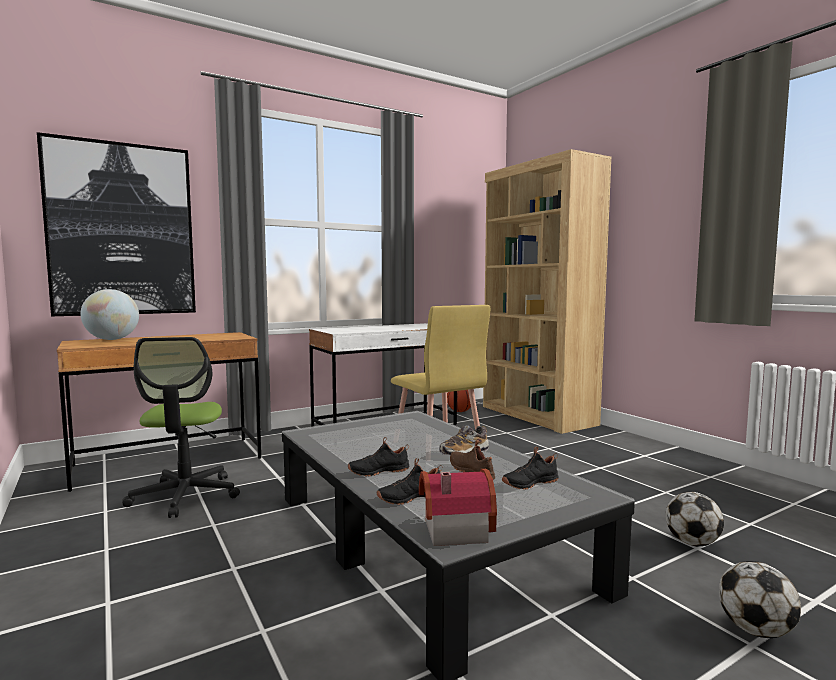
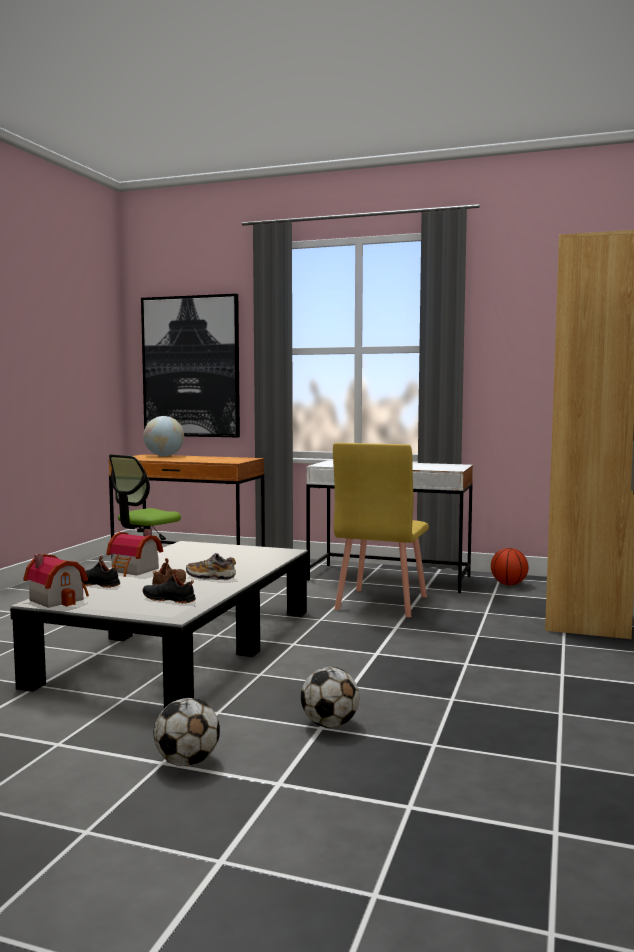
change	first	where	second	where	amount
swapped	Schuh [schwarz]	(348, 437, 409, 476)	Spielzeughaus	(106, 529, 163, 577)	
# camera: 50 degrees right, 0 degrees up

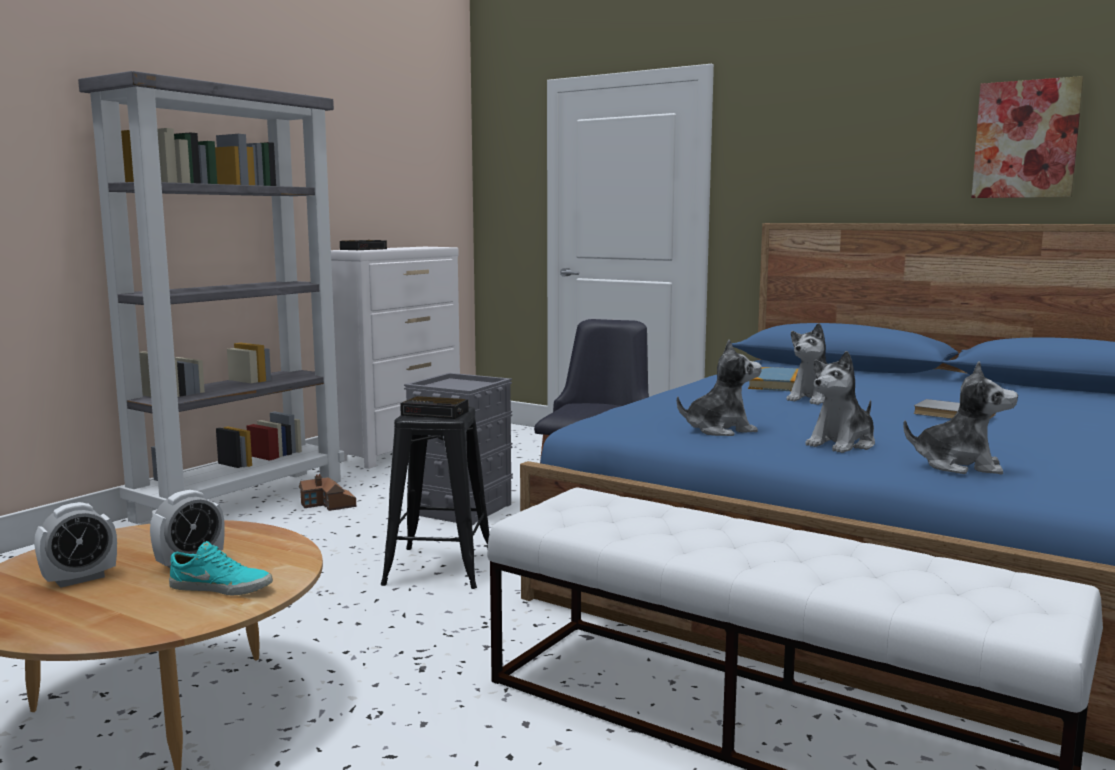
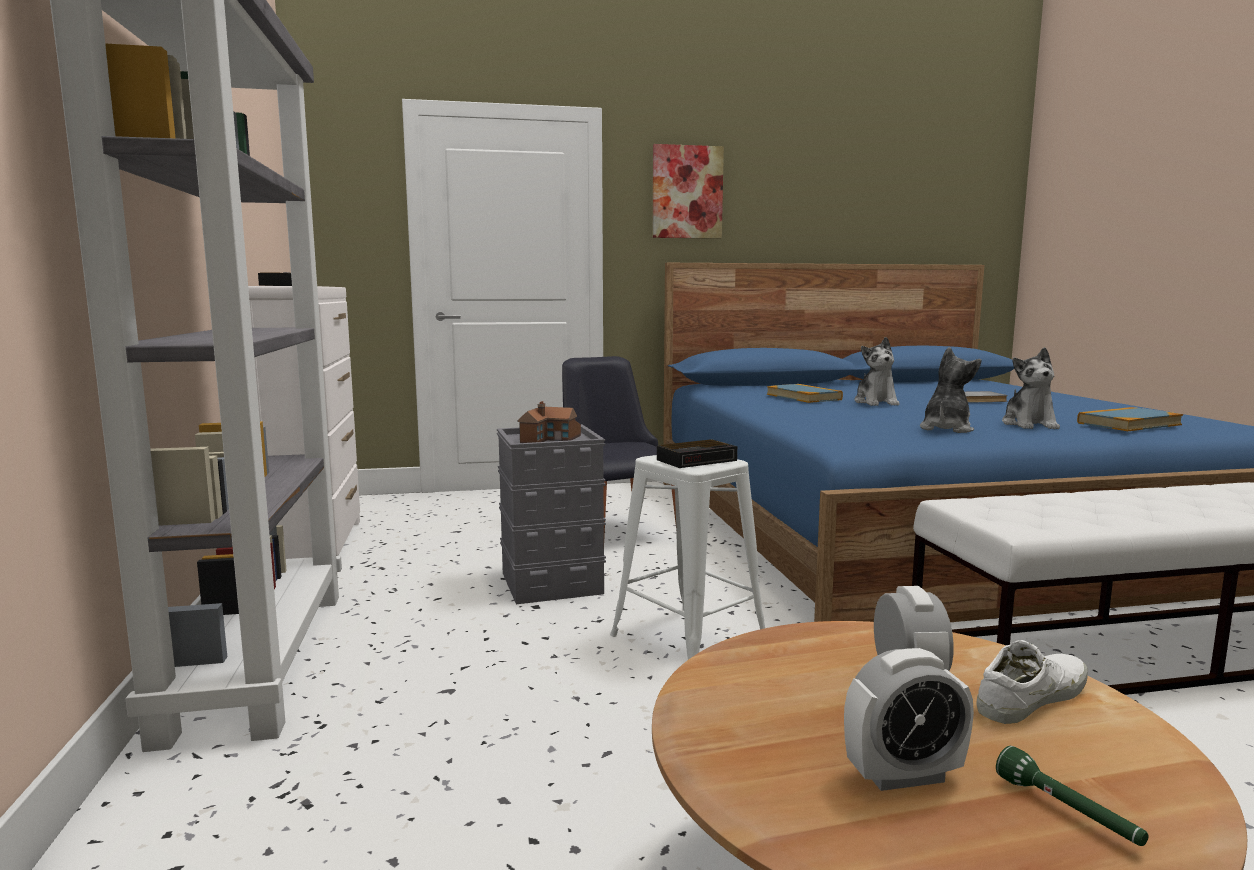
change	first	where	second	where	amount
new			Taschenlampe [grün]	(996, 746, 1148, 846)	
shifted	Spielzeughaus	(299, 474, 356, 511)		(517, 401, 581, 443)	
shifted	Bild	(971, 76, 1084, 198)		(653, 144, 724, 239)	
swapped	Plüschtier	(903, 361, 1018, 475)	Buch	(1077, 407, 1183, 431)	
repainted	Schuh [türkis]	(169, 541, 273, 595)	Schuh [weiß]	(977, 640, 1088, 724)	
repainted	Hocker [schwarz]	(380, 406, 489, 589)	Hocker [weiß]	(610, 455, 765, 660)	
rotated	Wecker	(34, 502, 117, 588)		(844, 648, 974, 791)	75 degrees clockwise
# camera: 45 degrees left, 0 degrees up

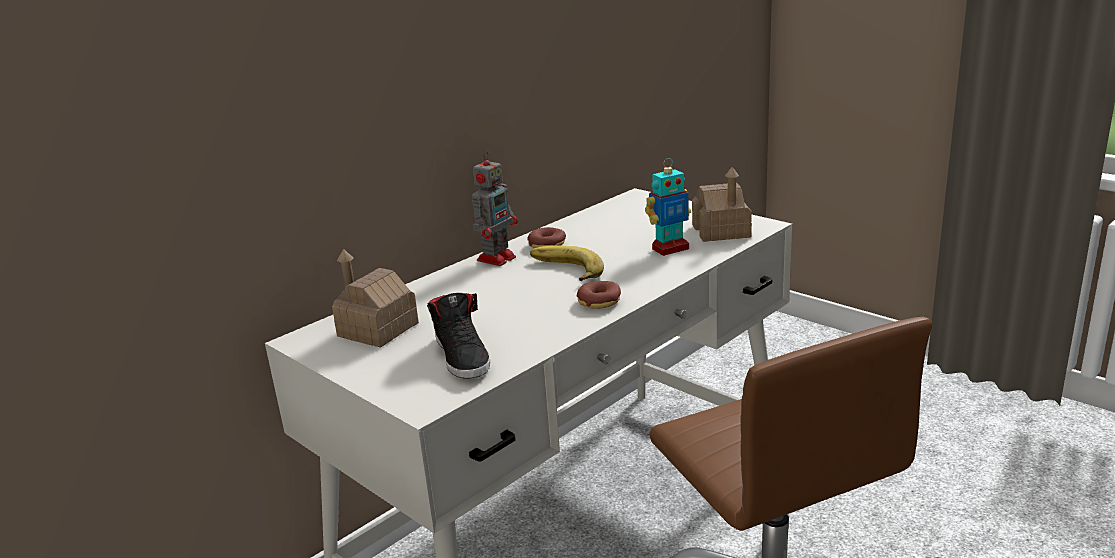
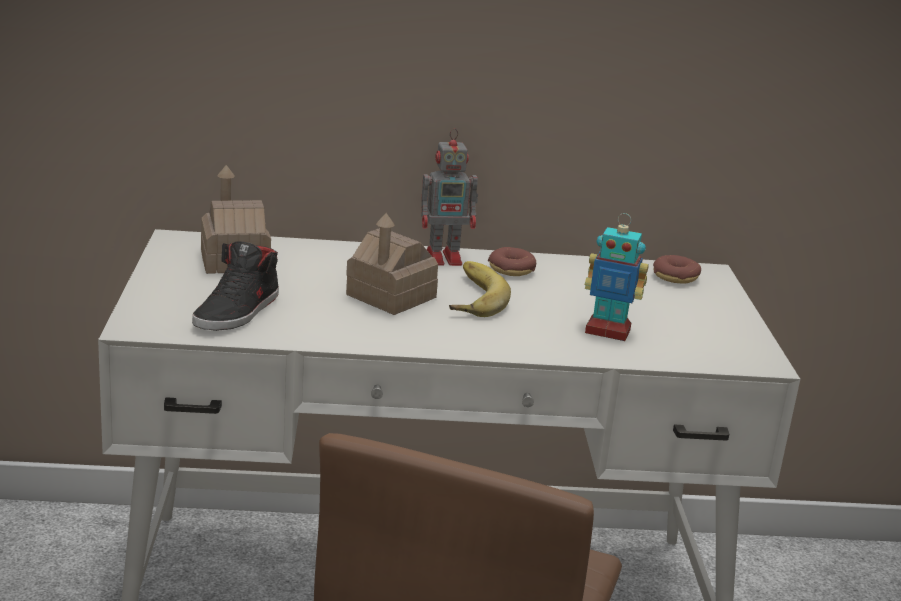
change	first	where	second	where	amount
shifted	Donut	(577, 281, 621, 309)		(653, 255, 701, 284)	
shifted	Spielzeughaus	(692, 167, 752, 242)		(346, 213, 438, 315)	
# camera: 40 degrees right, 0 degrees up

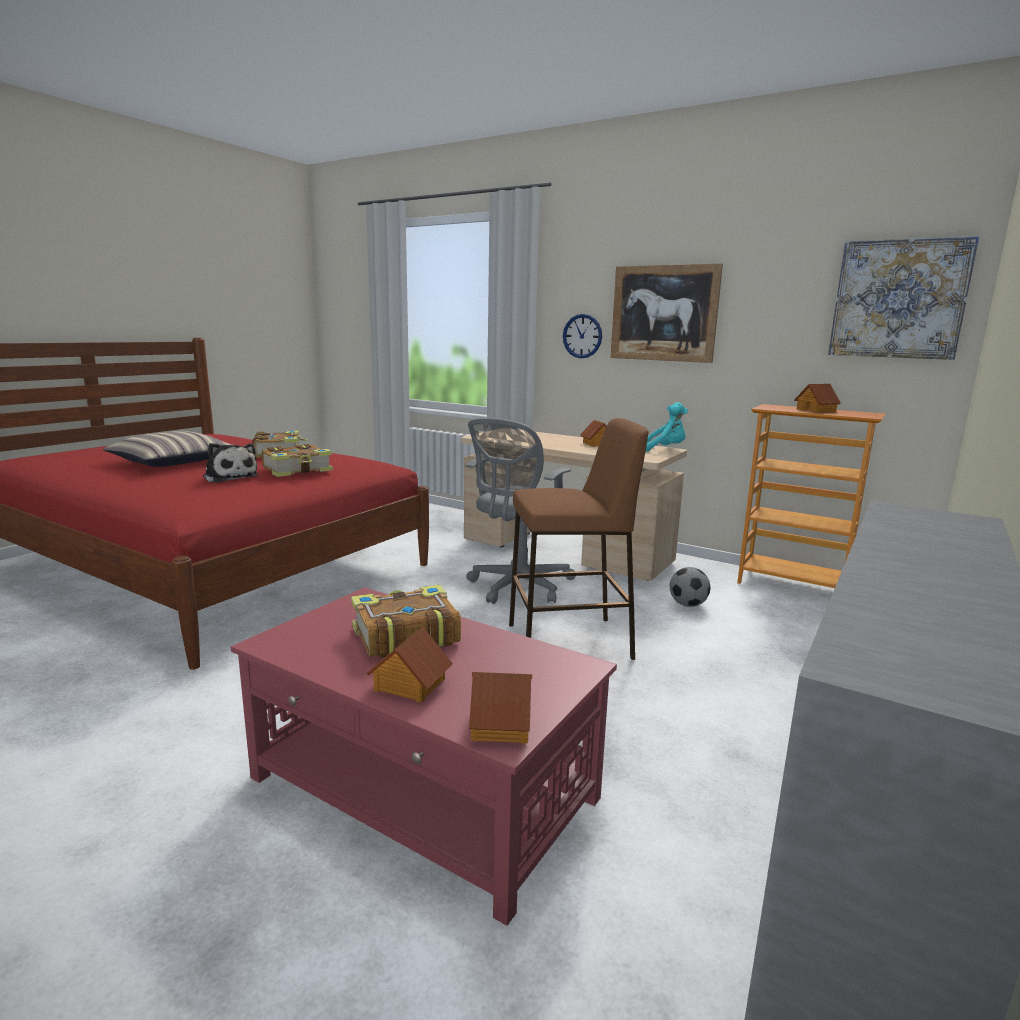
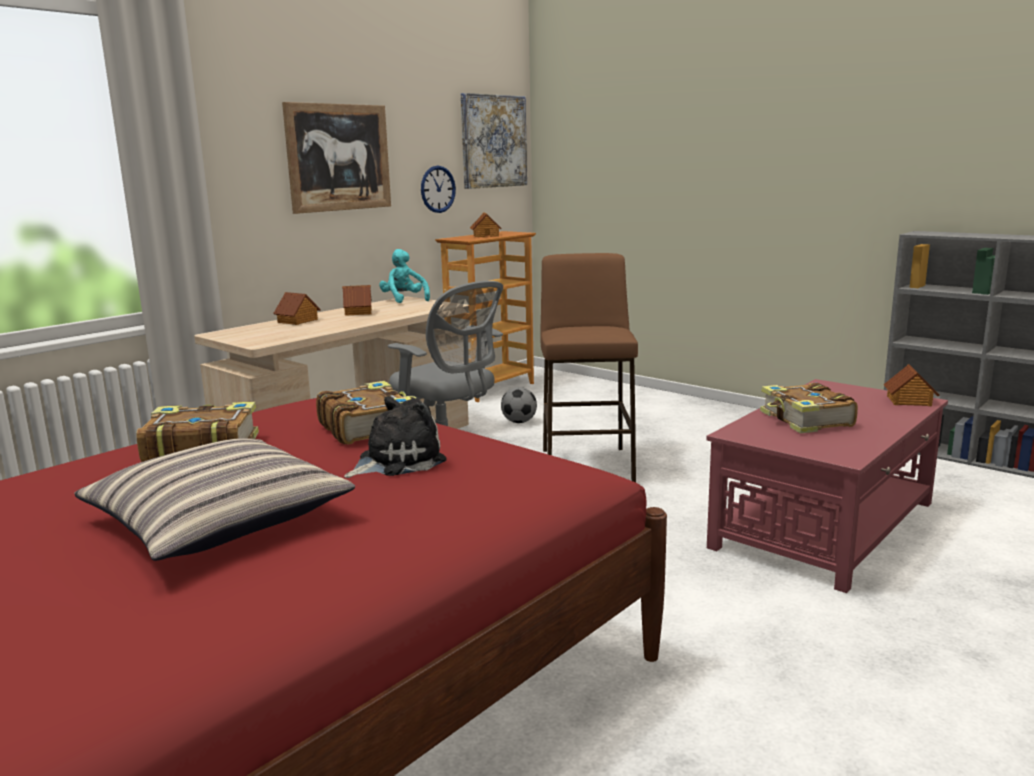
change	first	where	second	where	amount
shifted	Spielzeughaus	(367, 627, 453, 703)		(273, 292, 321, 325)	
shifted	Wanduhr	(563, 314, 602, 358)		(421, 166, 456, 213)	
rotated	Plüschtier [türkis]	(646, 402, 688, 452)		(379, 249, 430, 303)	45 degrees counterclockwise
# camera: 80 degrees left, 0 degrees up

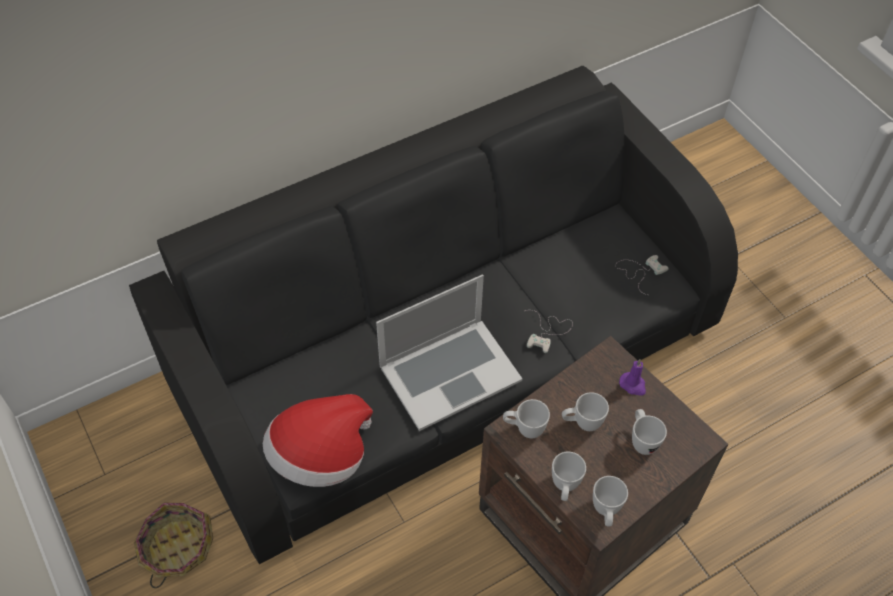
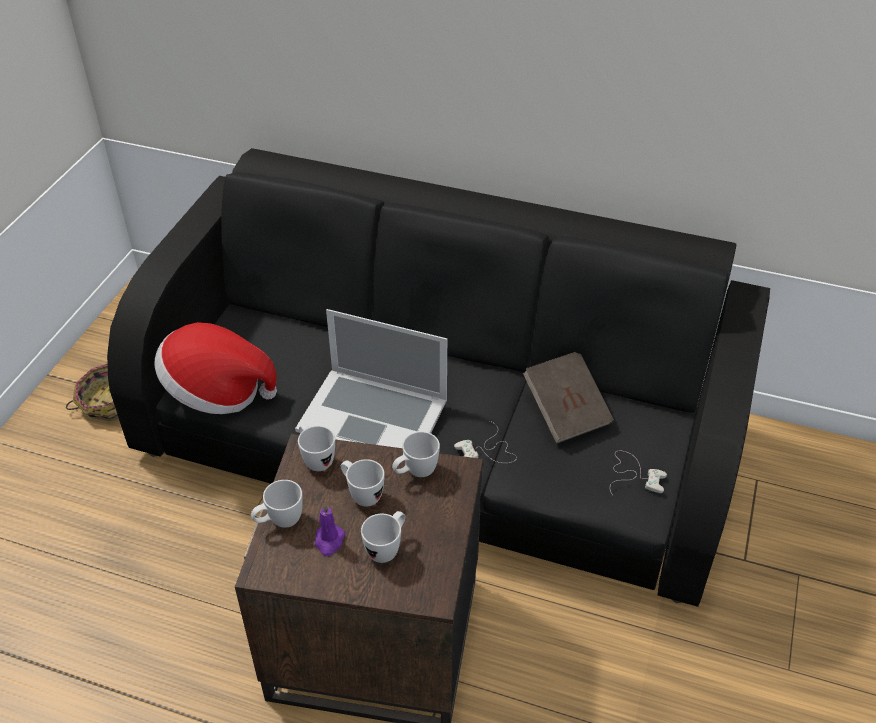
change	first	where	second	where	amount
new			Buch [braun]	(523, 352, 614, 444)	
shifted	Henkelbecher [weiß]	(593, 476, 628, 526)		(392, 431, 440, 477)	
shifted	Kerze [lila]	(619, 359, 646, 396)		(315, 504, 345, 556)	
# camera: 50 degrees right, 10 degrees down

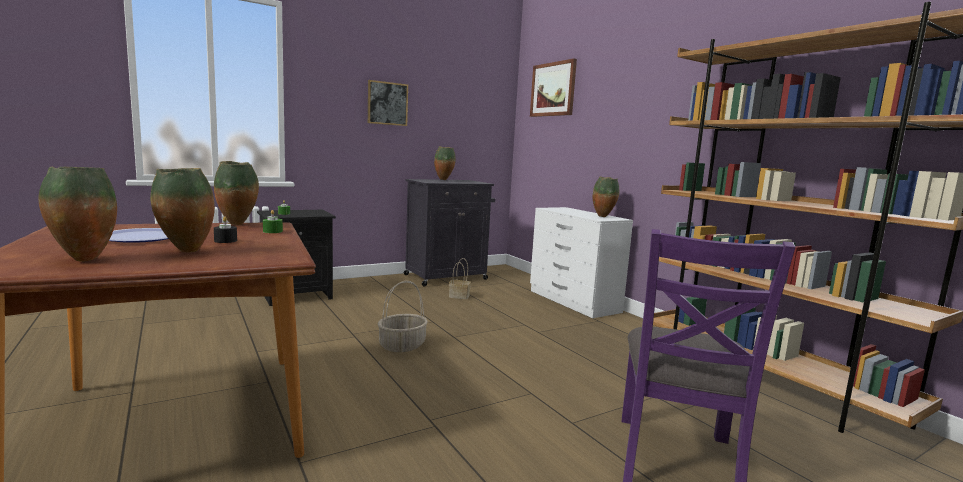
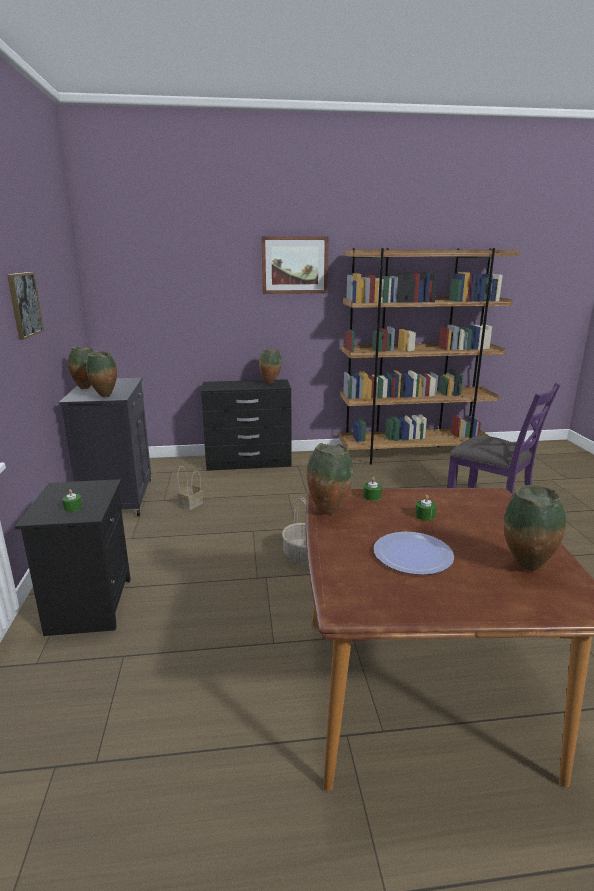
change	first	where	second	where	amount
shifted	Vase	(150, 168, 215, 252)		(86, 351, 117, 397)	
shifted	Bild	(530, 59, 577, 117)		(261, 236, 329, 294)	
repainted	Kerze [schwarz]	(214, 217, 237, 243)	Kerze [grün]	(415, 495, 436, 521)	
repainted	Kommode [weiß]	(530, 207, 633, 318)	Kommode [schwarz]	(201, 379, 292, 470)	
# camera: 65 degrees left, 10 degrees up

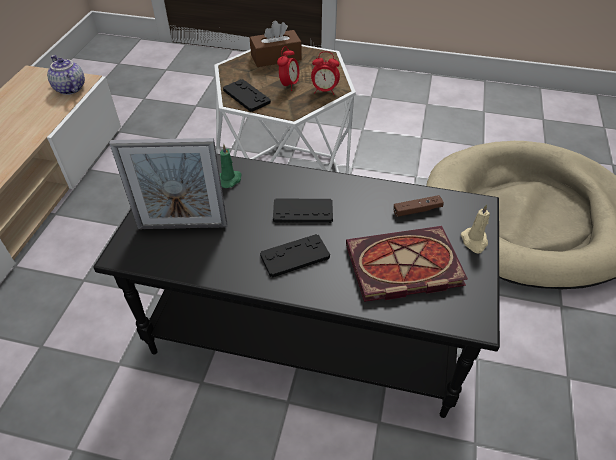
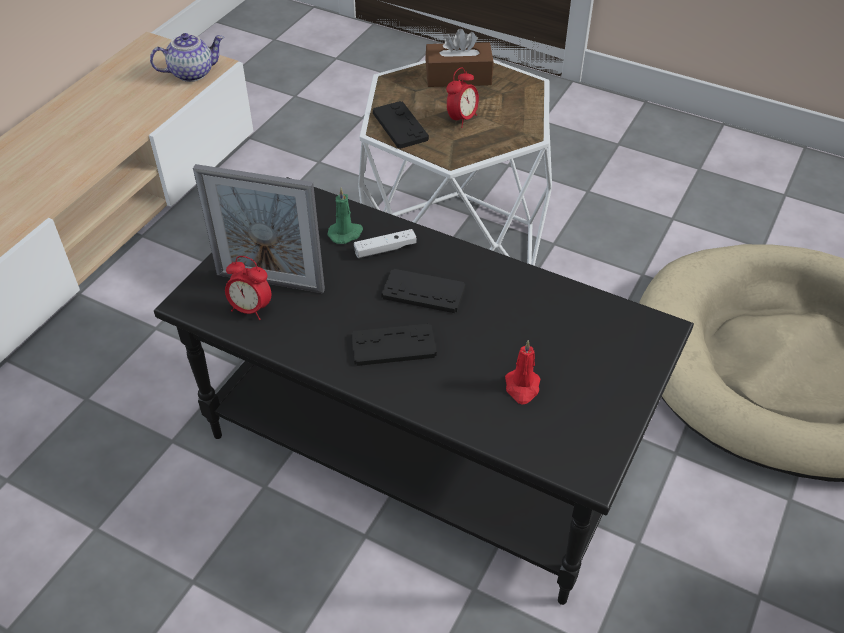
change	first	where	second	where	amount
gone	Gamepad [braun]	(393, 195, 444, 217)			
gone	Kerze [beige]	(461, 204, 490, 254)			
new			Gamepad [weiß]	(354, 229, 417, 258)	
shifted	Wecker	(311, 51, 340, 95)		(225, 256, 271, 320)	
swapped	Buch	(346, 226, 468, 302)	Kerze [rot]	(505, 340, 540, 405)	
rotated	Teekanne	(47, 55, 85, 95)		(150, 33, 224, 82)	90 degrees clockwise
# camera: 15 degrees right, 0 degrees up

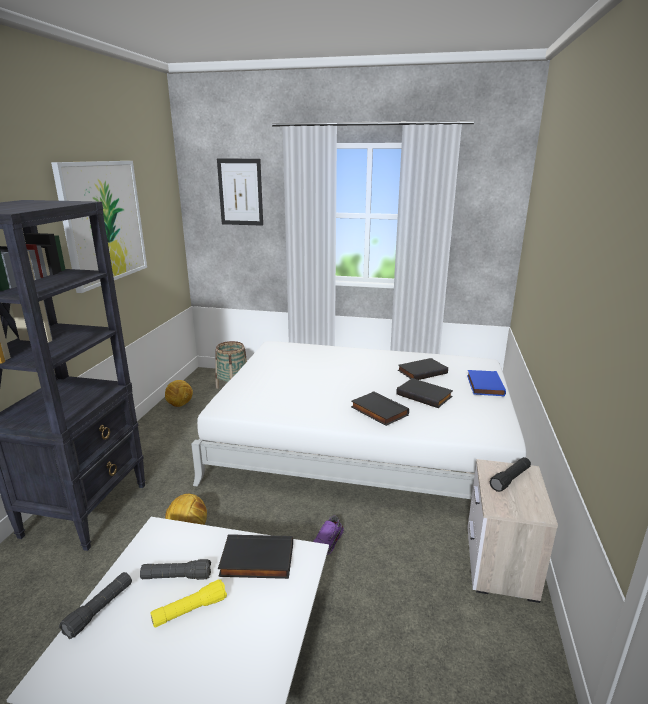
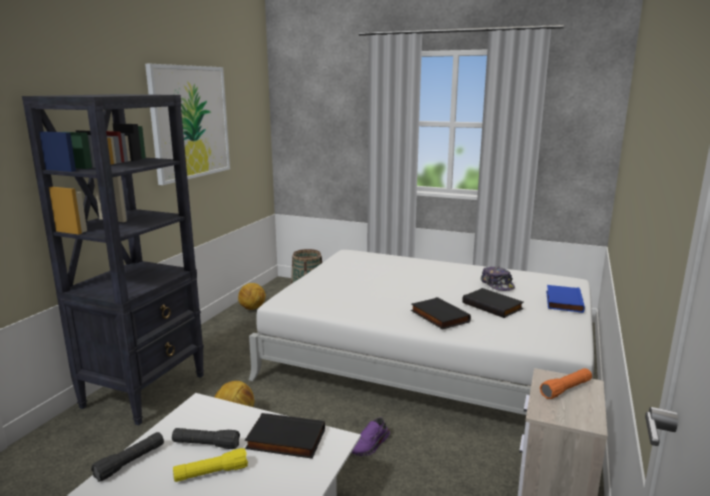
change	first	where	second	where	amount
gone	Bild	(217, 159, 263, 226)			
swapped	Buch [schwarz]	(398, 358, 448, 380)	Kappe	(481, 266, 515, 291)	
repainted	Taschenlampe [schwarz]	(490, 457, 531, 492)	Taschenlampe [orange]	(540, 368, 592, 399)	
# camera: 10 degrees right, 5 degrees down

